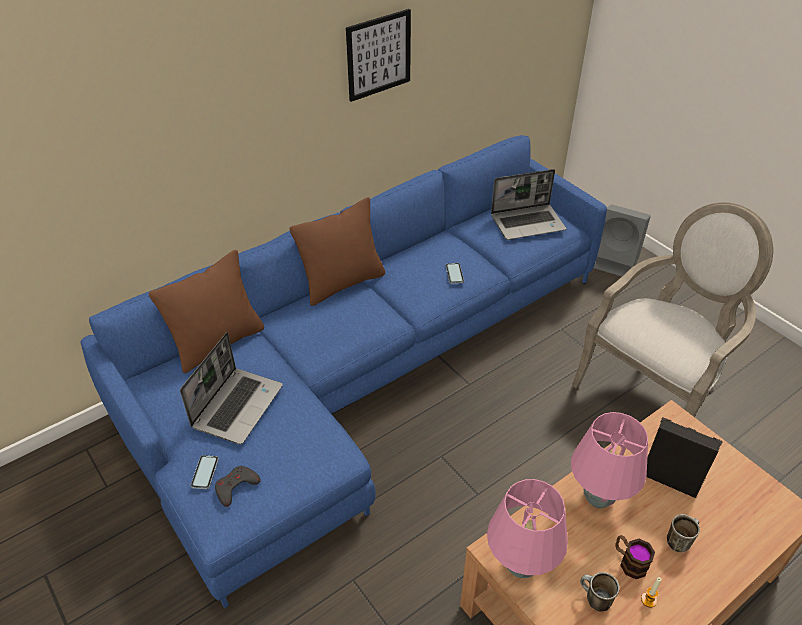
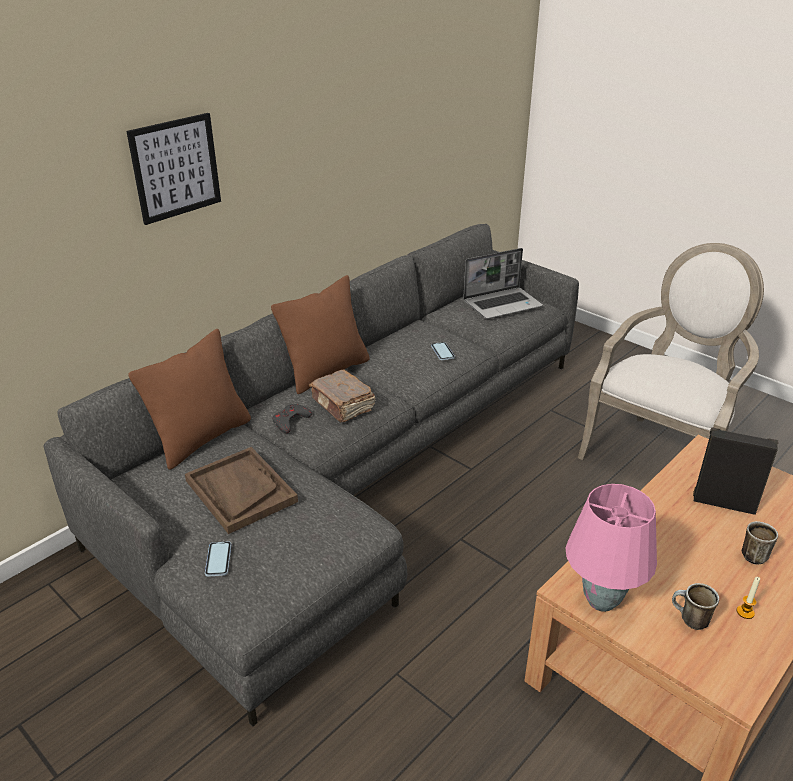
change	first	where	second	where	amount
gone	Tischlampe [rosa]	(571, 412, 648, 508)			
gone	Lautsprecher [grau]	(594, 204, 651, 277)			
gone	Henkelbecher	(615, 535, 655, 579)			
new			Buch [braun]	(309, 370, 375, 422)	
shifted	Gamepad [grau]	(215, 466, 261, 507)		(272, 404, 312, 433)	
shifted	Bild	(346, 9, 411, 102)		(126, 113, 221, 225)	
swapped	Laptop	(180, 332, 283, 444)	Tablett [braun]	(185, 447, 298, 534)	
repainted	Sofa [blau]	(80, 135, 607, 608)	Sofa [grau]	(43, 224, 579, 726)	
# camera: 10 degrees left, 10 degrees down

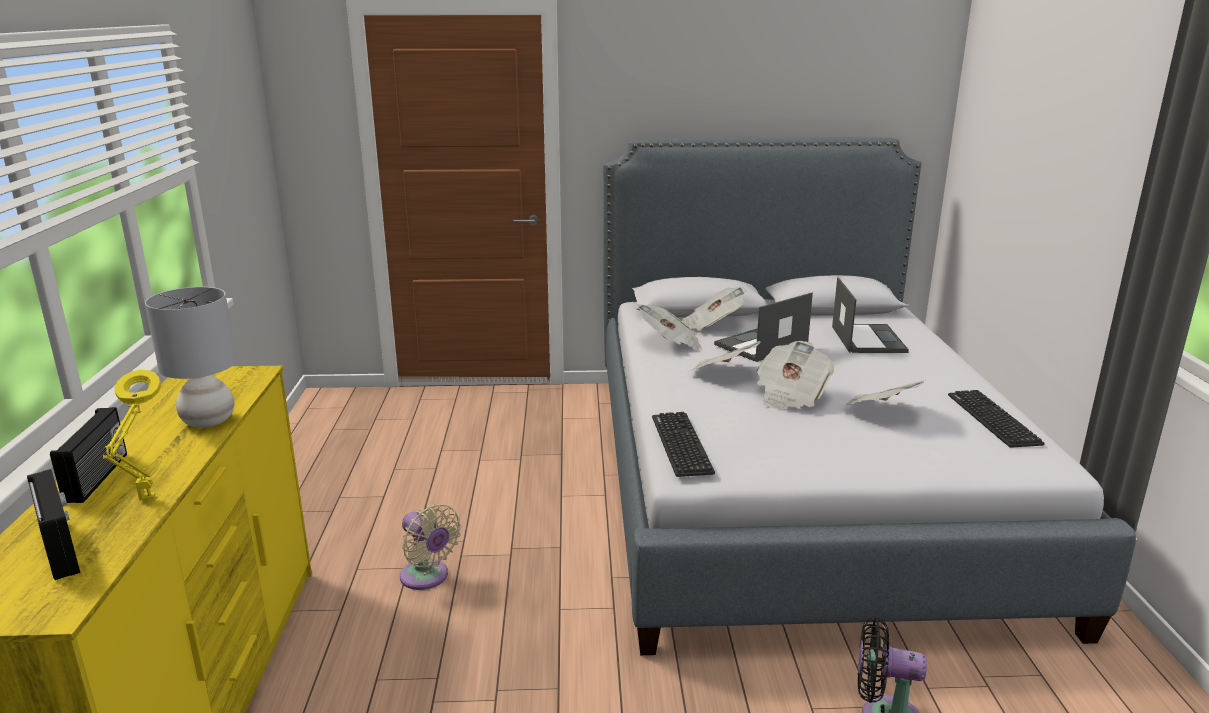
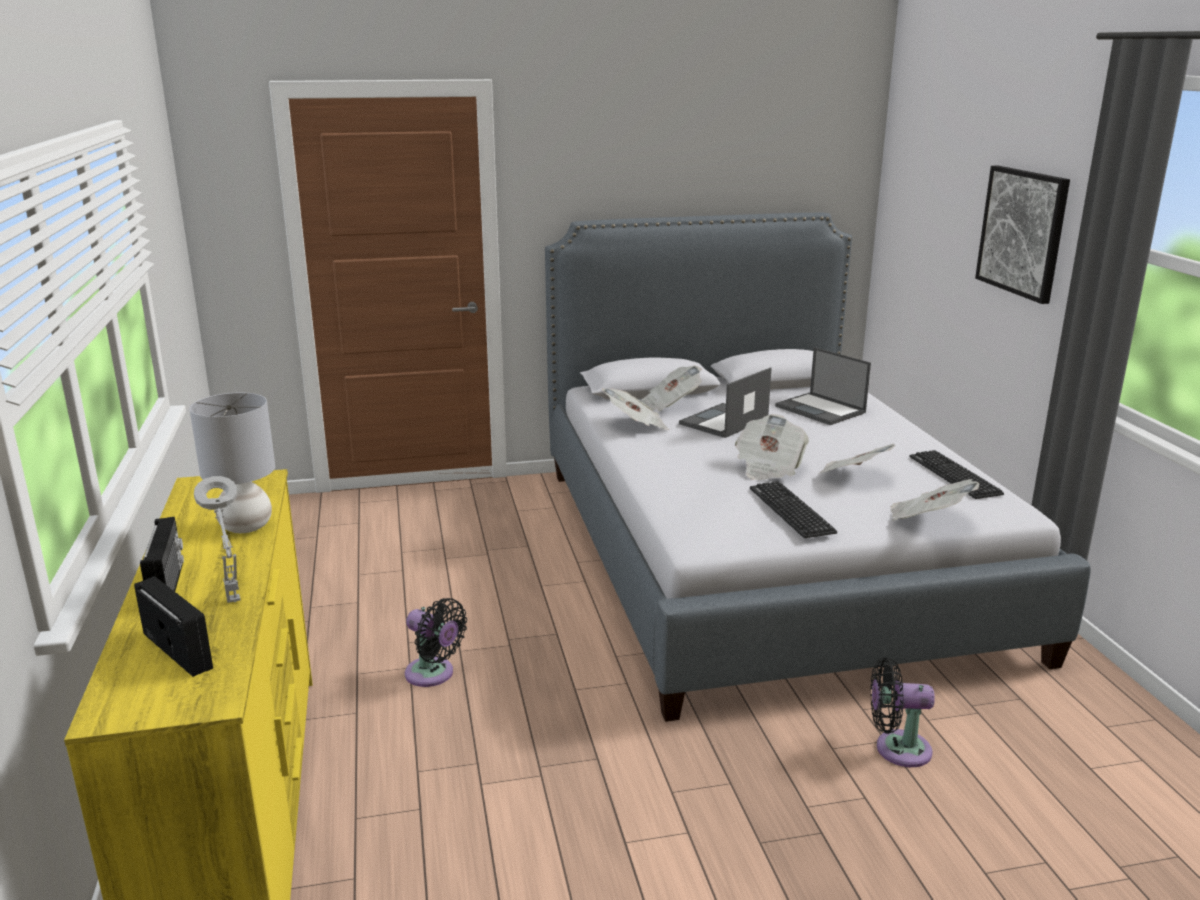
change	first	where	second	where	amount
new			Bild	(975, 166, 1070, 304)	
shifted	Tastatur	(652, 412, 715, 477)		(750, 481, 837, 538)	
shifted	Zeitung	(688, 341, 760, 372)		(890, 479, 980, 521)	
repainted	Tischlampe [gelb]	(103, 370, 161, 501)	Tischlampe [grau]	(194, 476, 240, 603)	
repainted	Ventilator [beige]	(400, 504, 461, 590)	Ventilator [schwarz]	(405, 598, 467, 687)	
rotated	Laptop	(832, 277, 909, 353)		(775, 347, 871, 425)	150 degrees clockwise
# camera: 10 degrees left, 0 degrees up

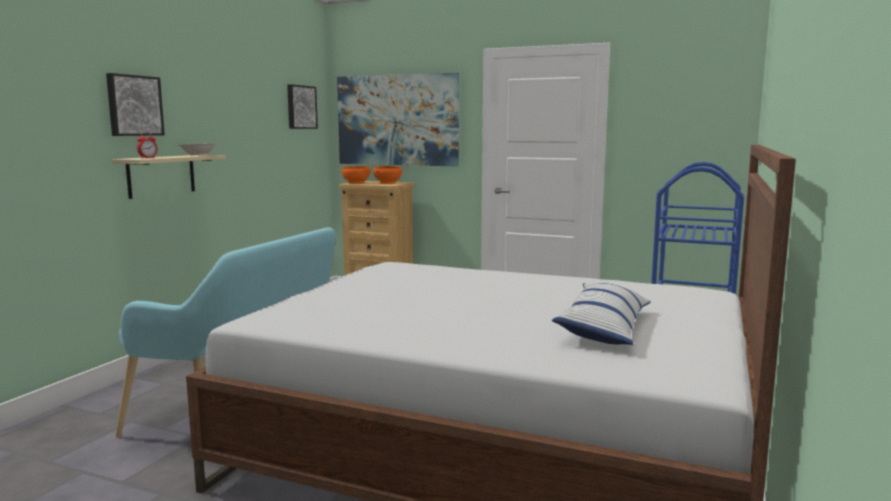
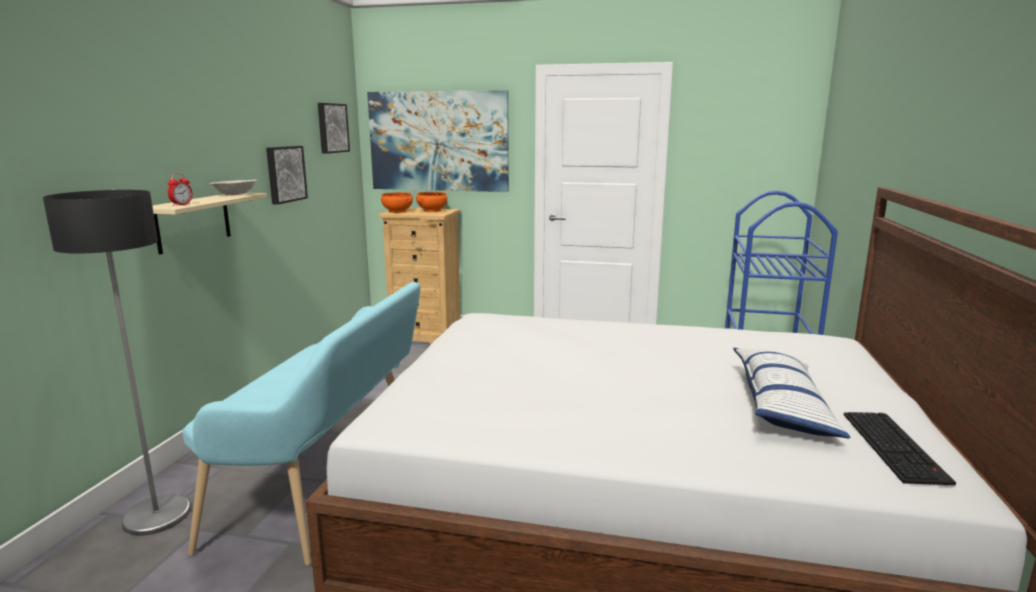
change	first	where	second	where	amount
new			Stehlampe	(43, 190, 191, 536)	
new			Tastatur	(844, 412, 956, 487)	
shifted	Bild	(106, 73, 165, 136)		(266, 146, 308, 205)	
# camera: 10 degrees left, 5 degrees up

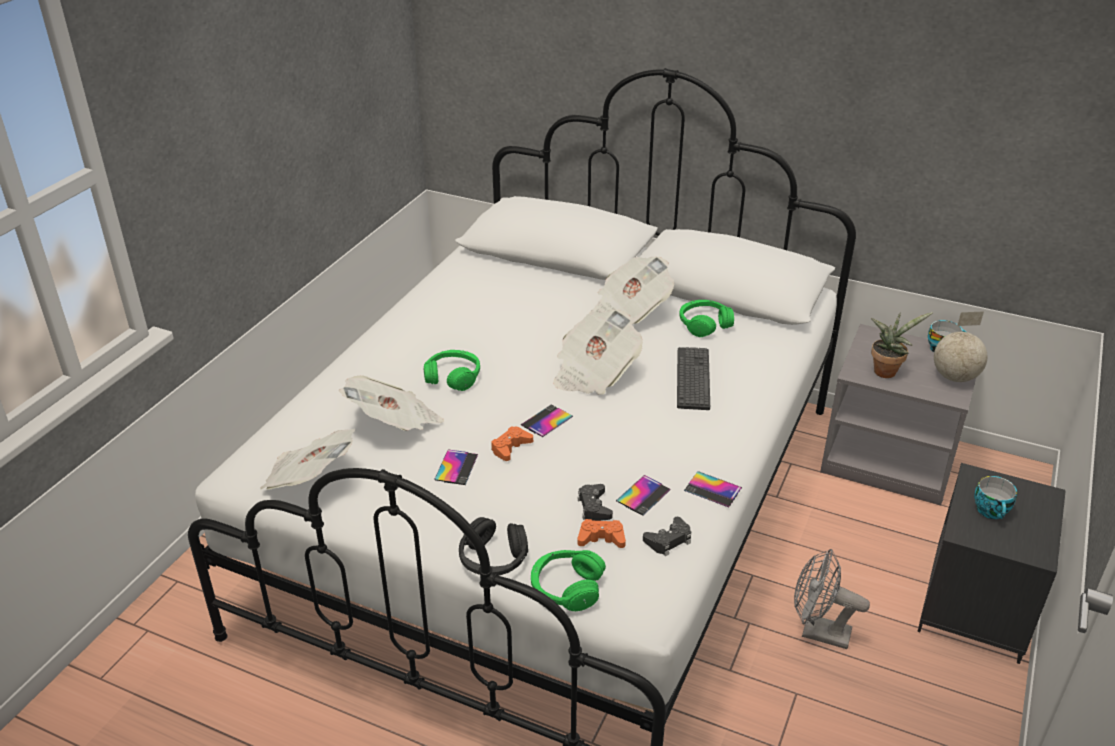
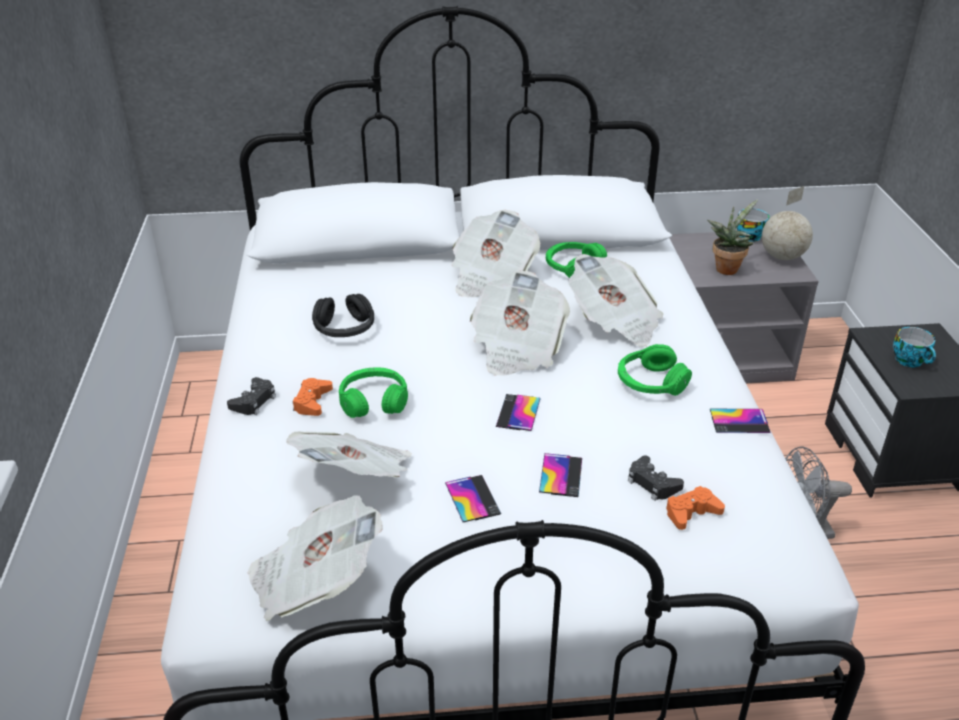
change	first	where	second	where	amount
shifted	Kopfhörer [schwarz]	(459, 517, 528, 575)		(312, 294, 374, 337)	
shifted	Gamepad [orange]	(491, 426, 533, 461)		(293, 378, 333, 416)	
shifted	Kopfhörer [grün]	(531, 550, 606, 611)		(618, 344, 692, 396)	
shifted	Handy	(616, 475, 671, 516)		(539, 453, 582, 497)	
shifted	Gamepad [schwarz]	(643, 517, 691, 556)		(227, 377, 276, 415)	
swapped	Tastatur	(677, 347, 710, 410)	Zeitung	(569, 254, 664, 347)	
# camera: 30 degrees left, 0 degrees up

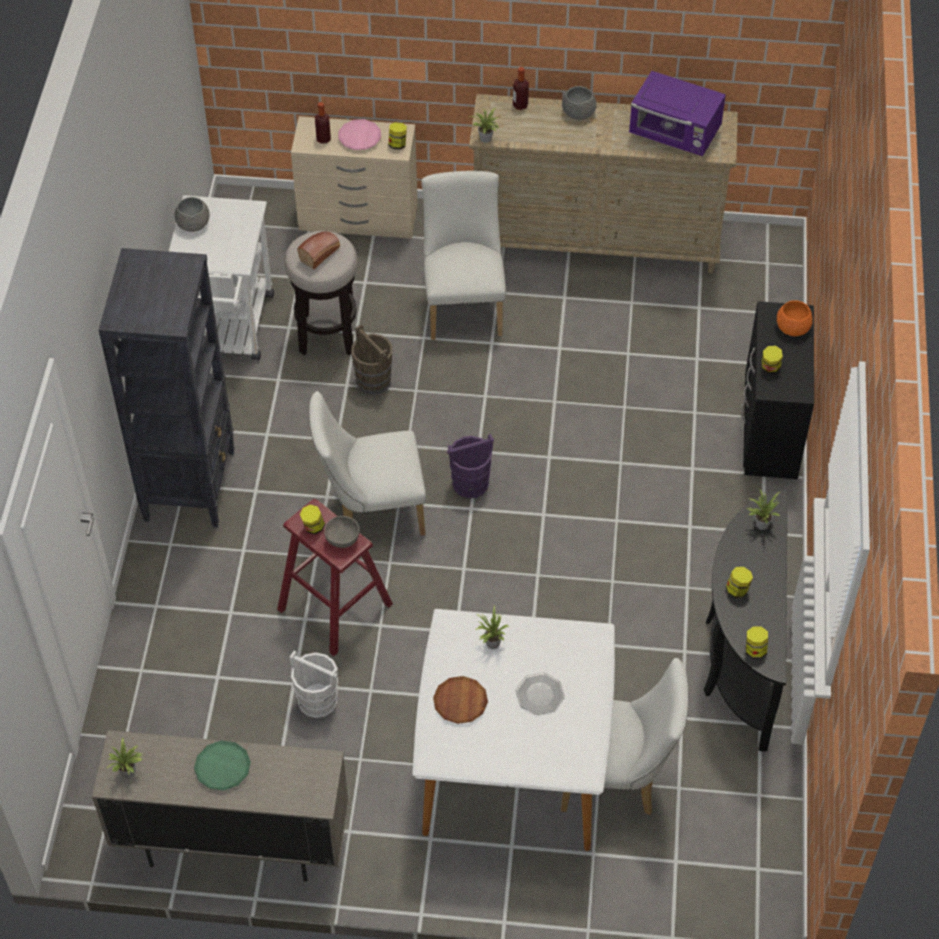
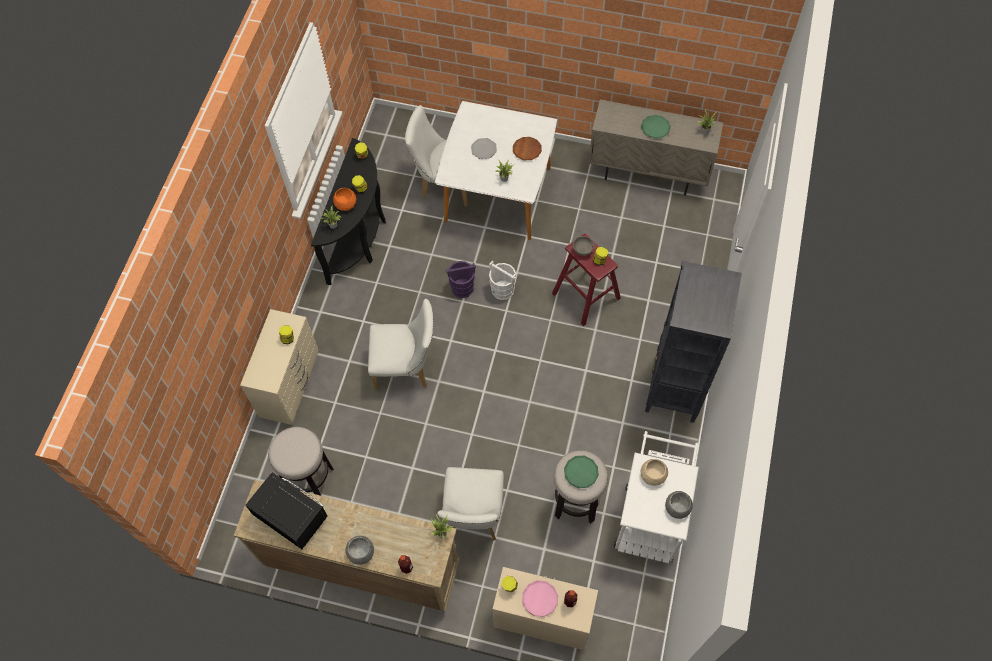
change	first	where	second	where	amount
gone	Eimer [braun]	(351, 324, 393, 395)			
new			Hocker	(268, 427, 334, 496)	
new			Schüssel [beige]	(641, 459, 668, 485)	
shifted	Eimer [weiß]	(289, 650, 338, 718)		(489, 260, 516, 300)	
shifted	Stuhl [weiß]	(309, 391, 426, 536)		(368, 299, 434, 390)	
shifted	Eimer [lila]	(447, 434, 494, 498)		(446, 261, 476, 298)	
shifted	Schüssel [orange]	(777, 300, 813, 336)		(333, 188, 356, 211)	
swapped	Brot	(297, 232, 340, 269)	Teller [grün]	(564, 456, 599, 488)	
repainted	Mikrowelle [lila]	(629, 71, 726, 156)	Mikrowelle [schwarz]	(245, 472, 328, 549)	
repainted	Kommode [schwarz]	(741, 301, 814, 479)	Kommode [beige]	(240, 309, 318, 425)	
# camera: 170 degrees left, 10 degrees up

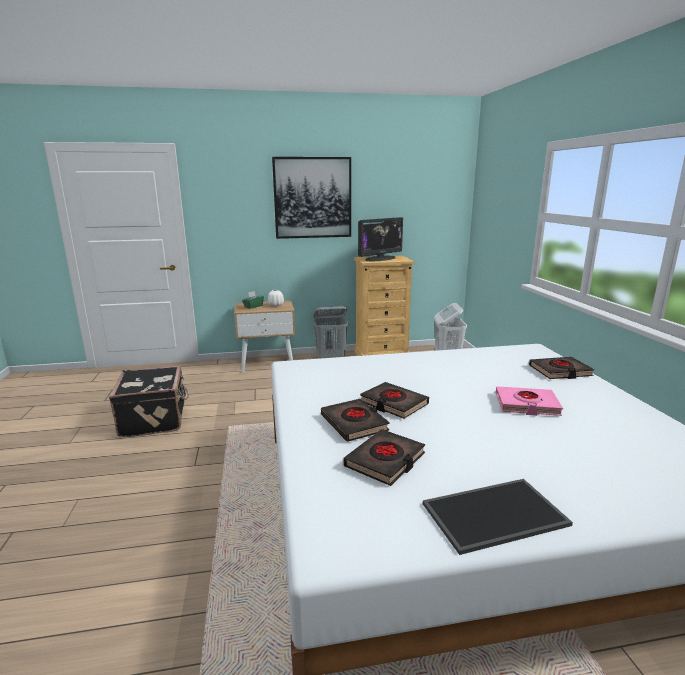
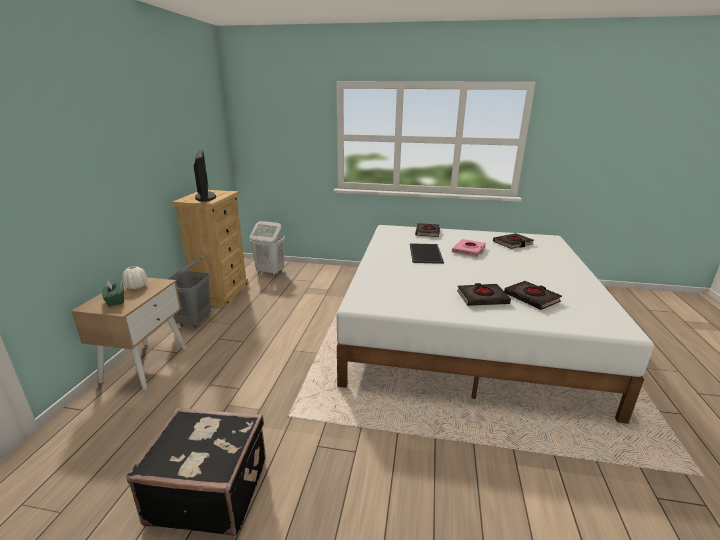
change	first	where	second	where	amount
gone	Bild	(272, 157, 351, 239)			
shifted	Buch [schwarz]	(360, 382, 429, 419)		(493, 233, 534, 249)	
shifted	Tablett	(423, 479, 573, 555)		(410, 243, 444, 264)	
# camera: 70 degrees left, 5 degrees up

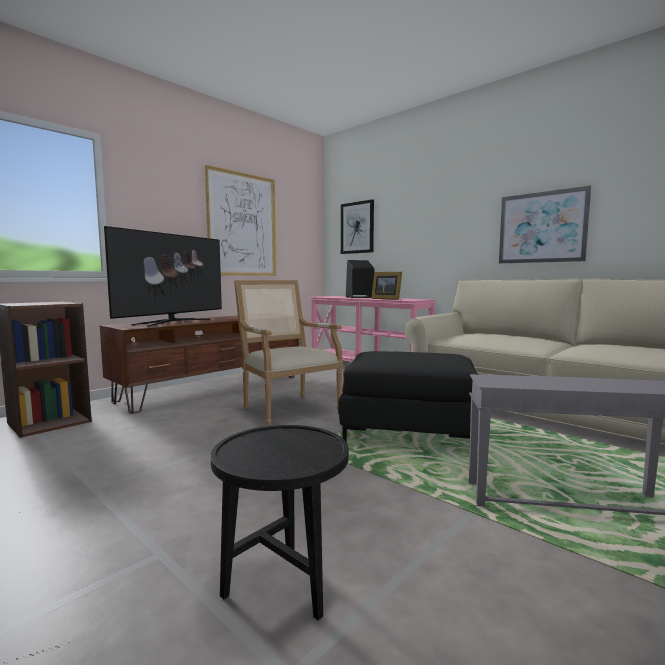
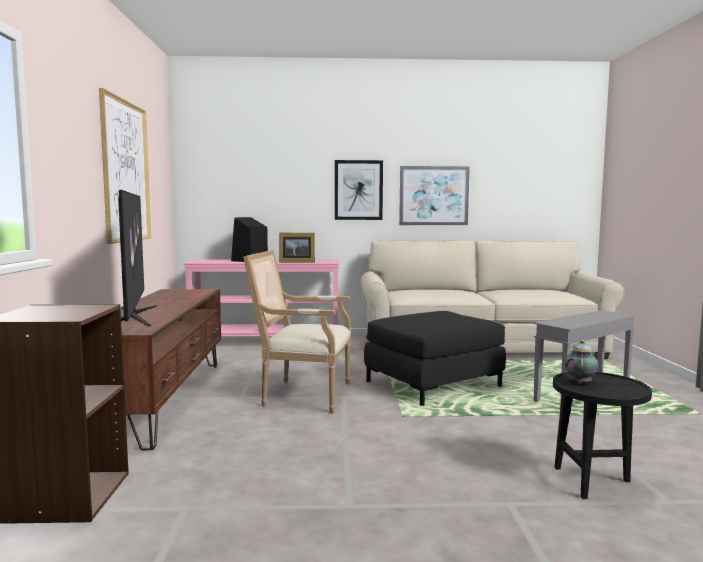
change	first	where	second	where	amount
new			Teekanne	(564, 340, 598, 384)	
shifted	Bild	(341, 199, 374, 254)		(335, 160, 383, 220)	
# camera: 45 degrees left, 0 degrees up

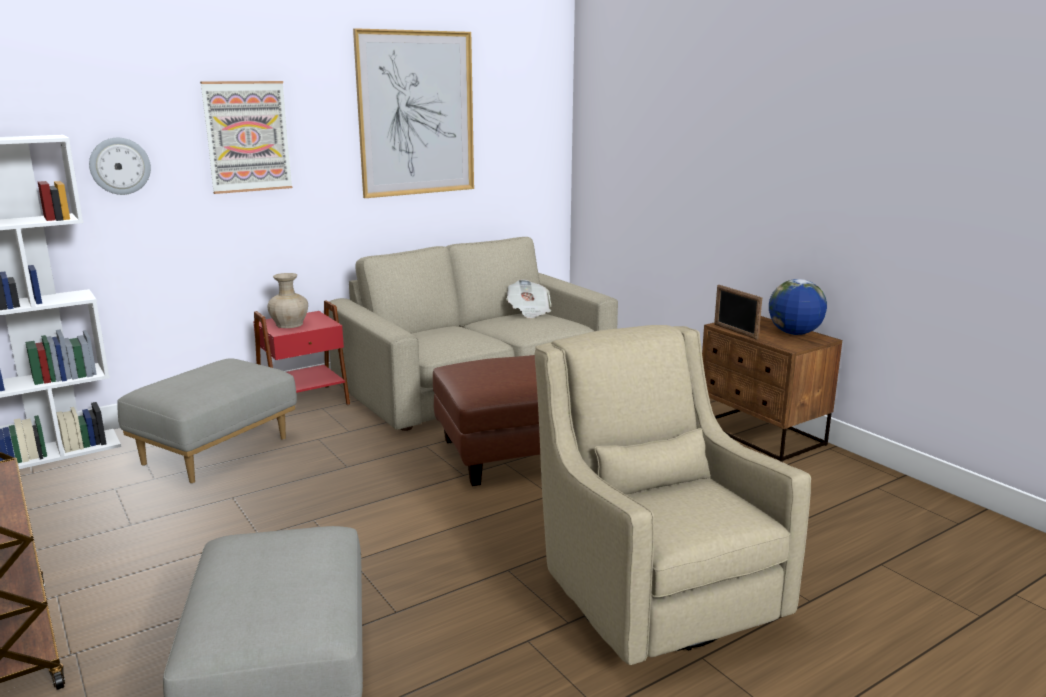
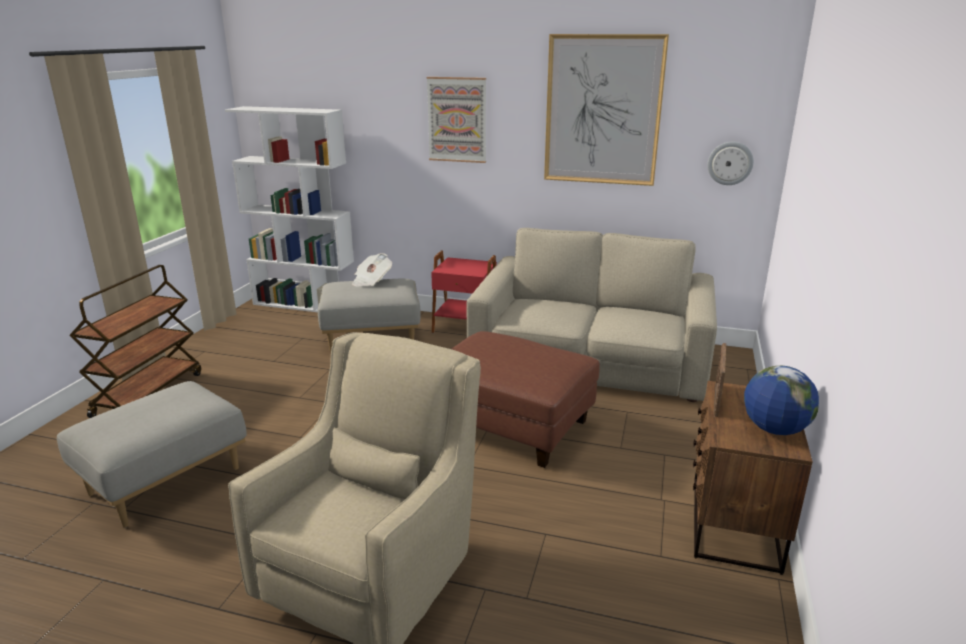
change	first	where	second	where	amount
gone	Vase [beige]	(268, 273, 308, 328)			
shifted	Wanduhr	(89, 138, 151, 195)		(707, 142, 754, 185)	
shifted	Zeitung	(507, 279, 551, 318)		(352, 253, 392, 286)	
# camera: 50 degrees right, 5 degrees up

